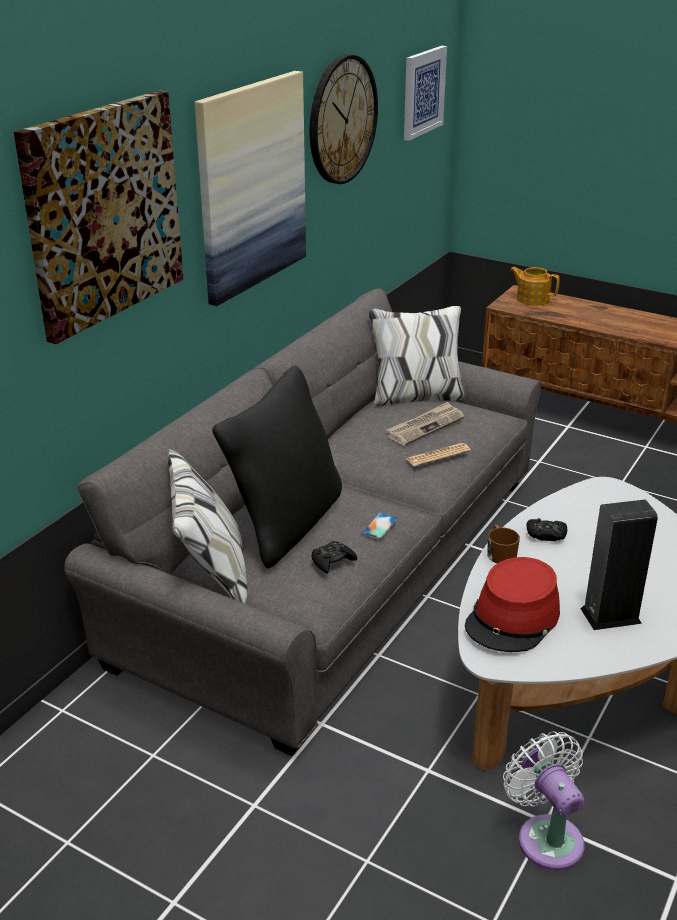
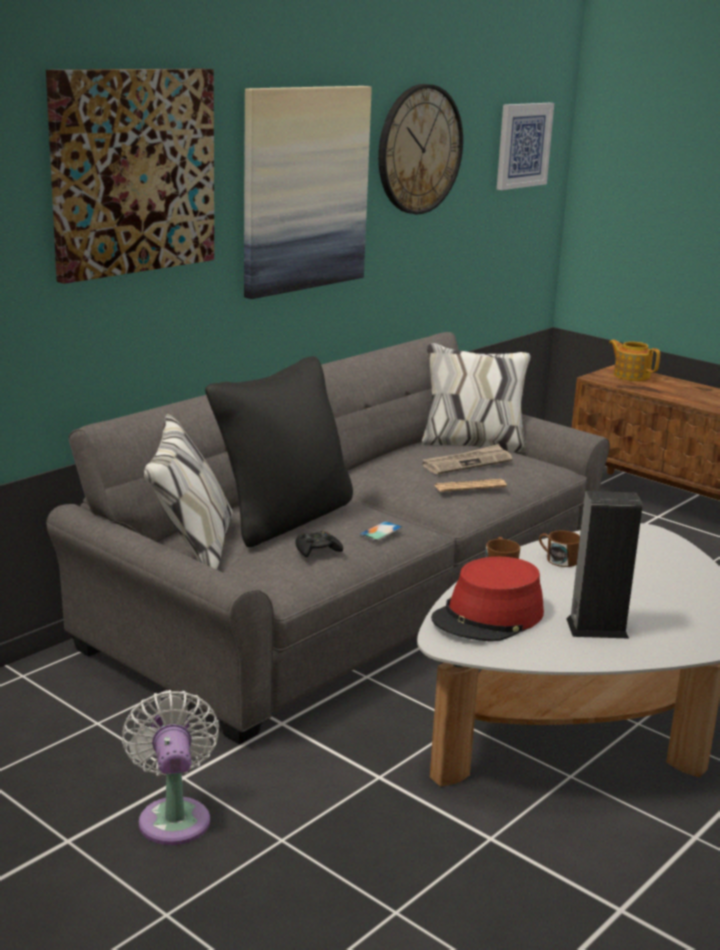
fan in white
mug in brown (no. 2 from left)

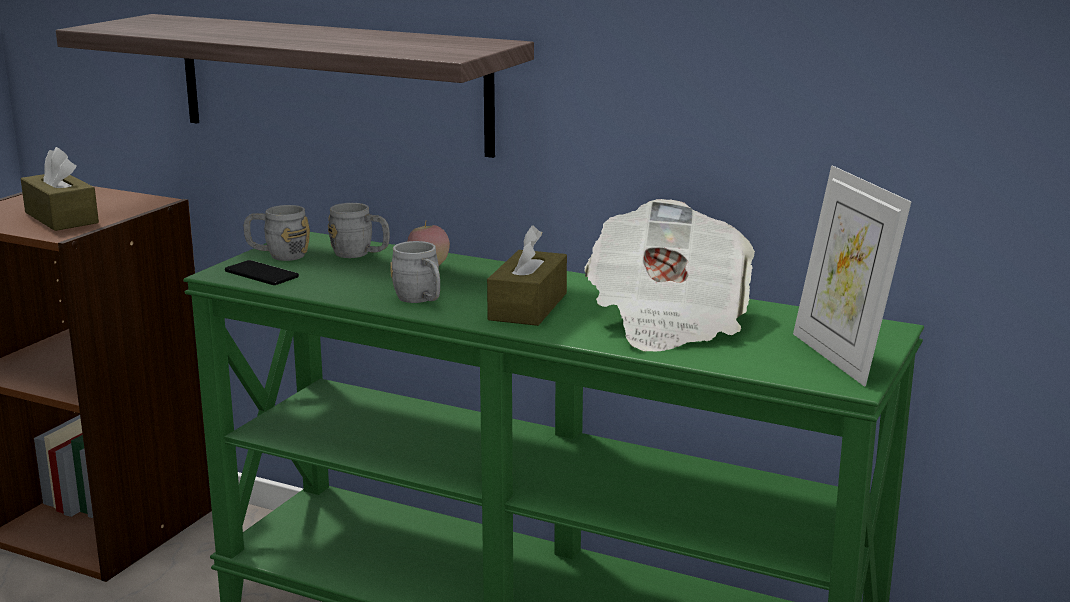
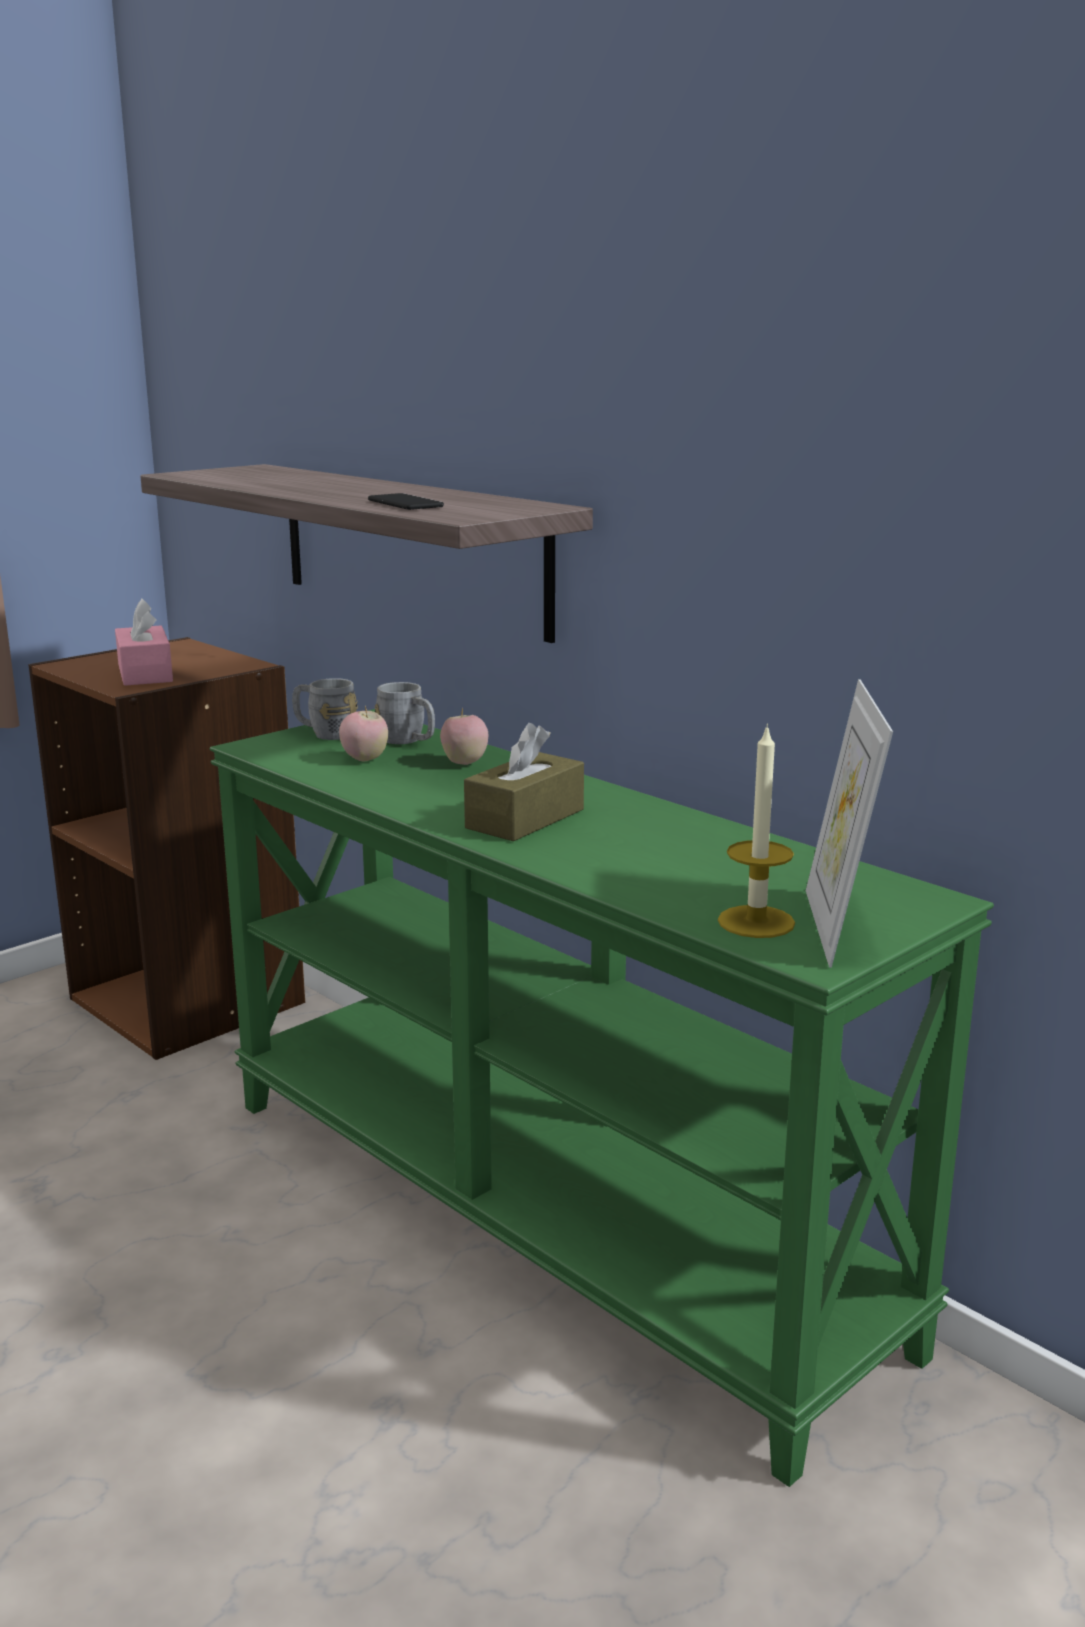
tissue box in pink
apple (no. 1 from left)
phone
candle
mug in grey (no. 3 from left in the first image)
newspaper

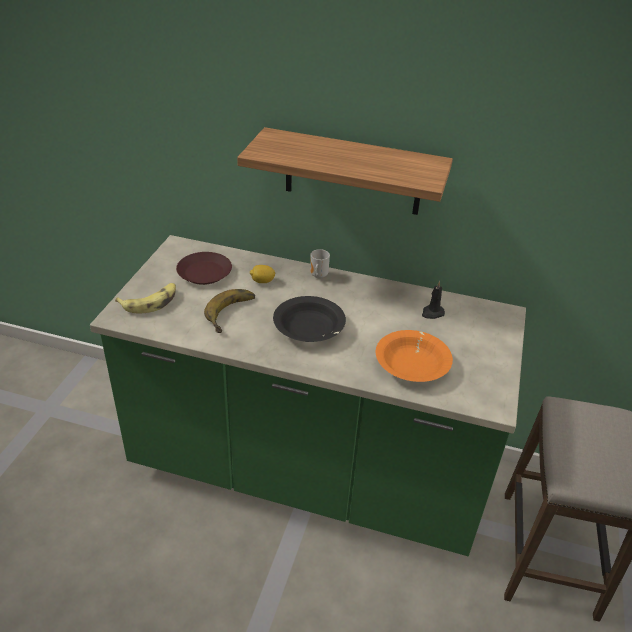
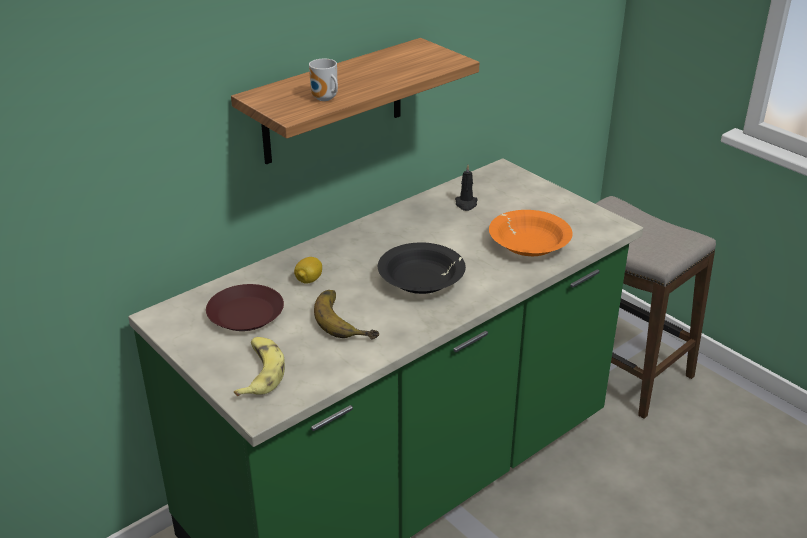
mug

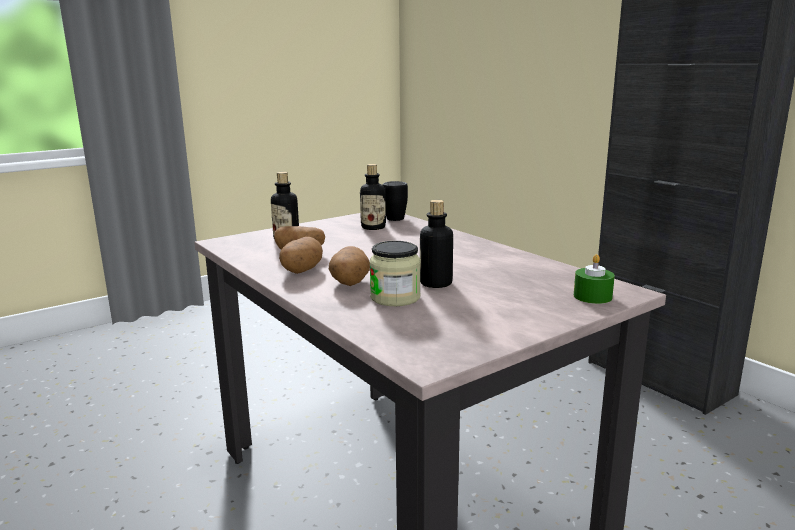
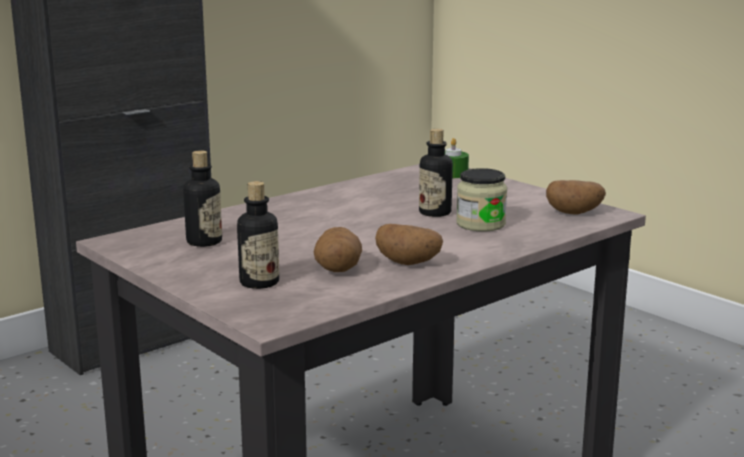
potato (no. 3 from left)
mug in black

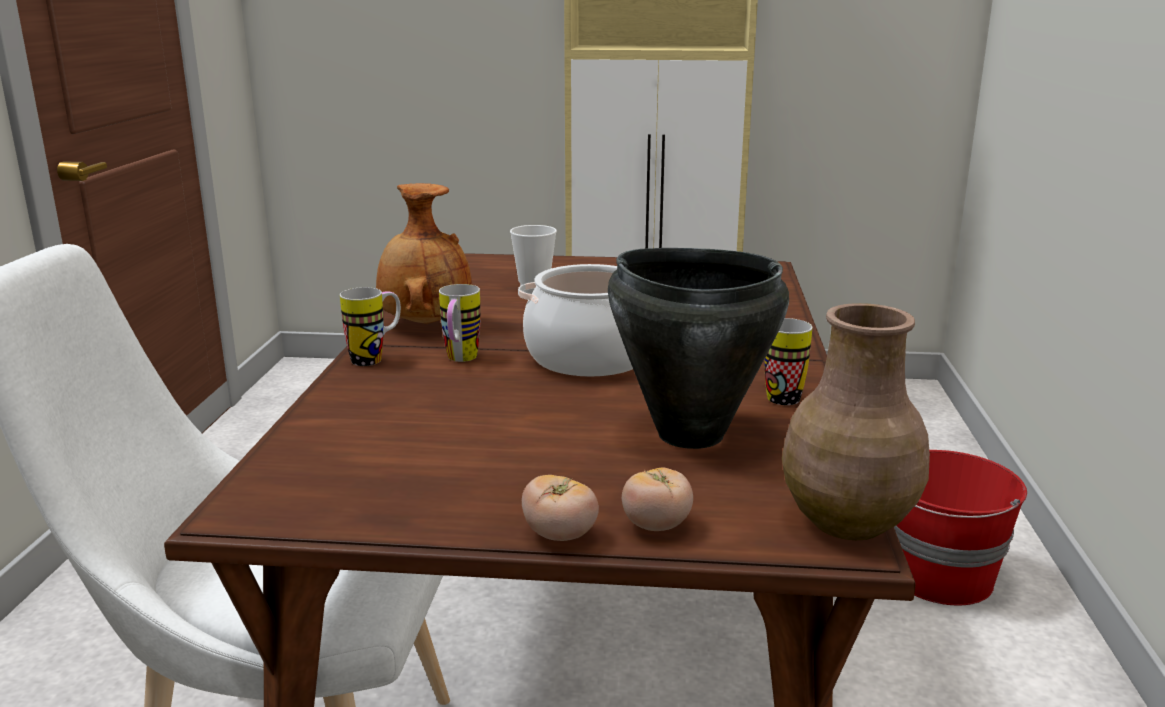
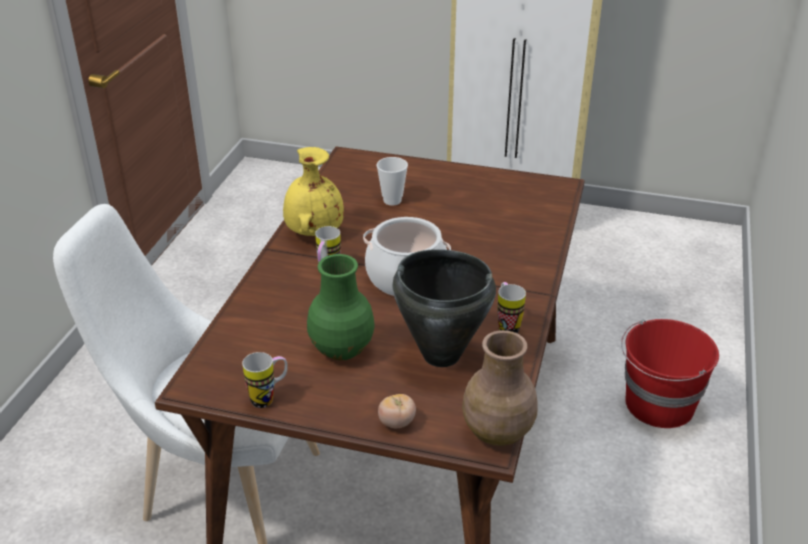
mug (no. 1 from left)
vase in yellow
vase in green
tomato (no. 1 from left in the first image)

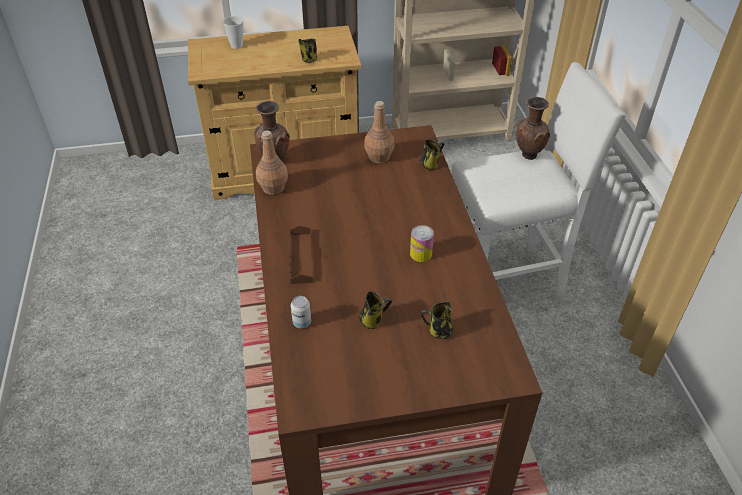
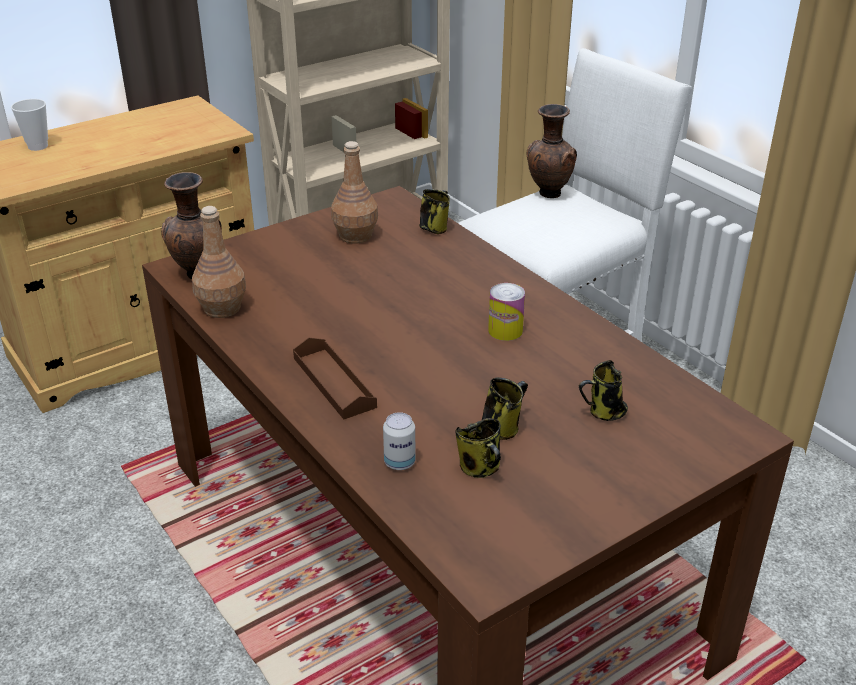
mug (no. 2 from left)

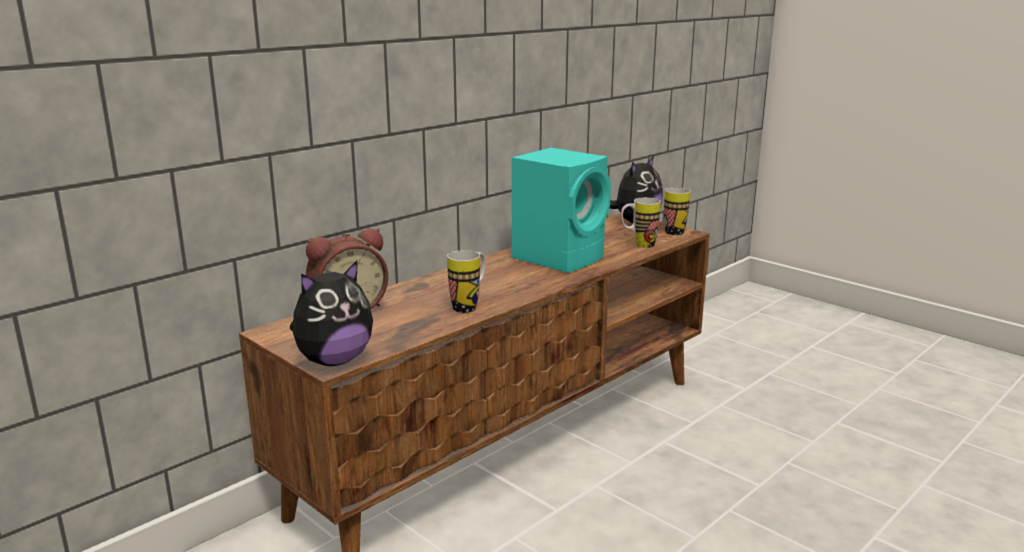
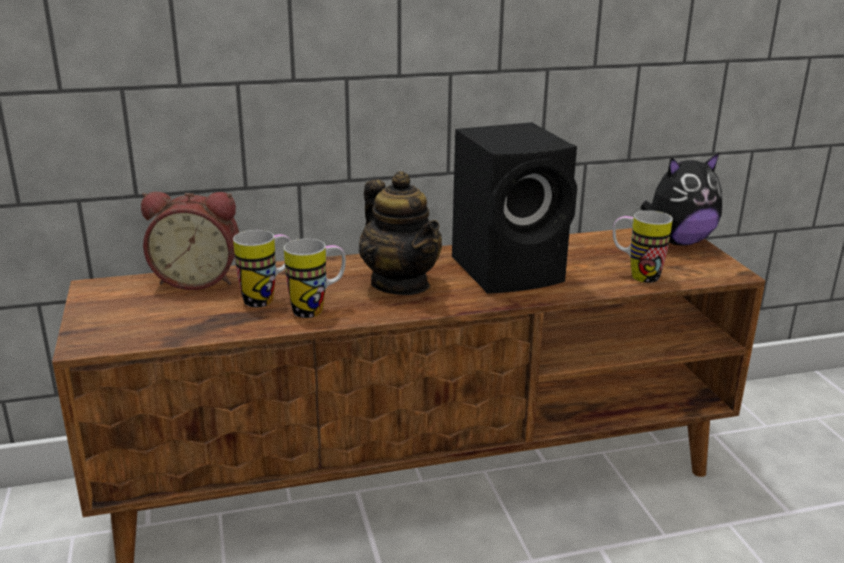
mug (no. 1 from left)
teapot
speaker in black
plush toy (no. 1 from left in the first image)

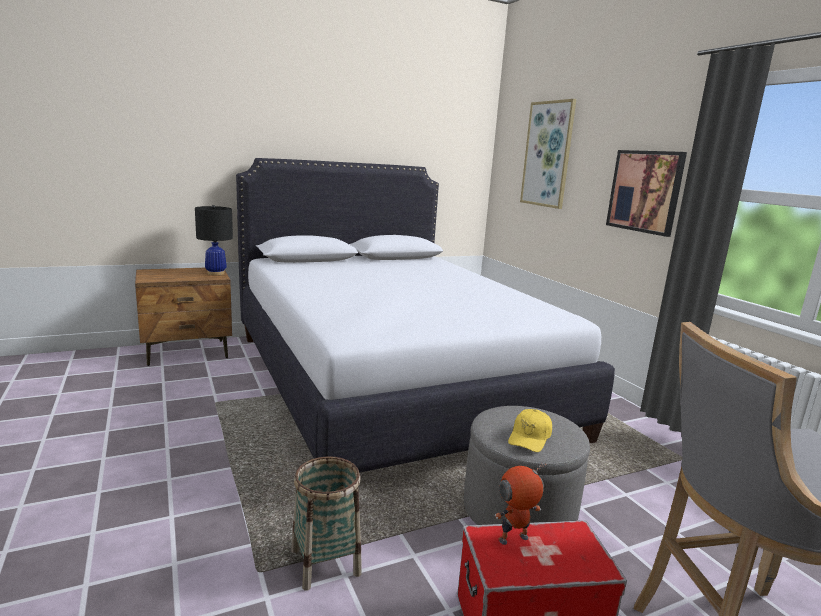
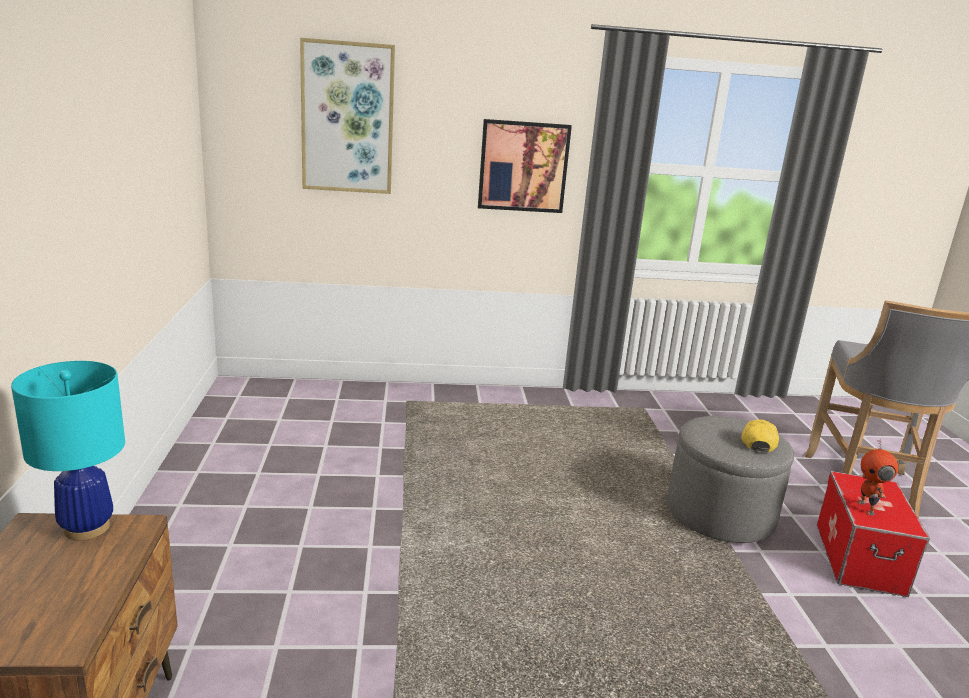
table lamp in turquoise
cap in yellow
bed in white
basket

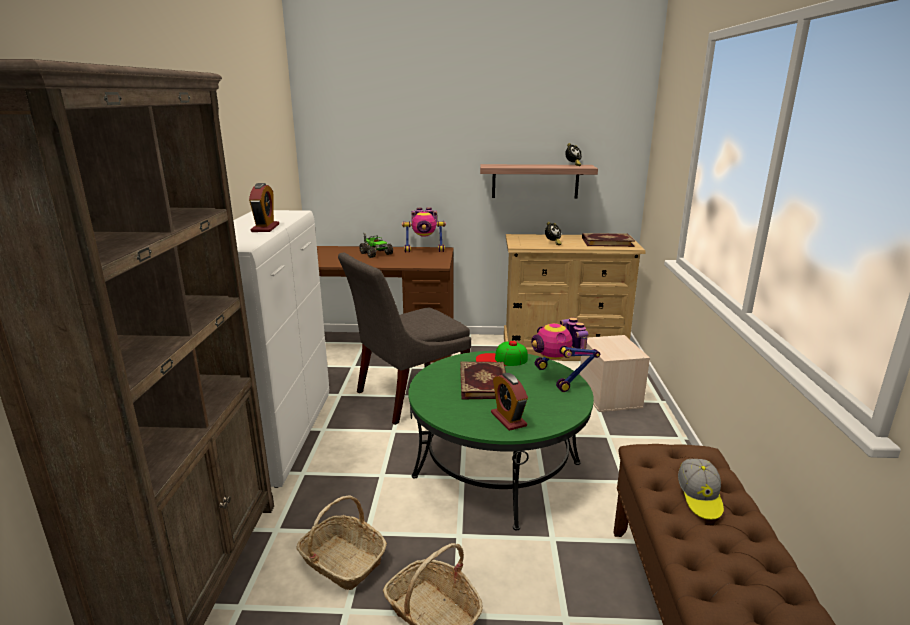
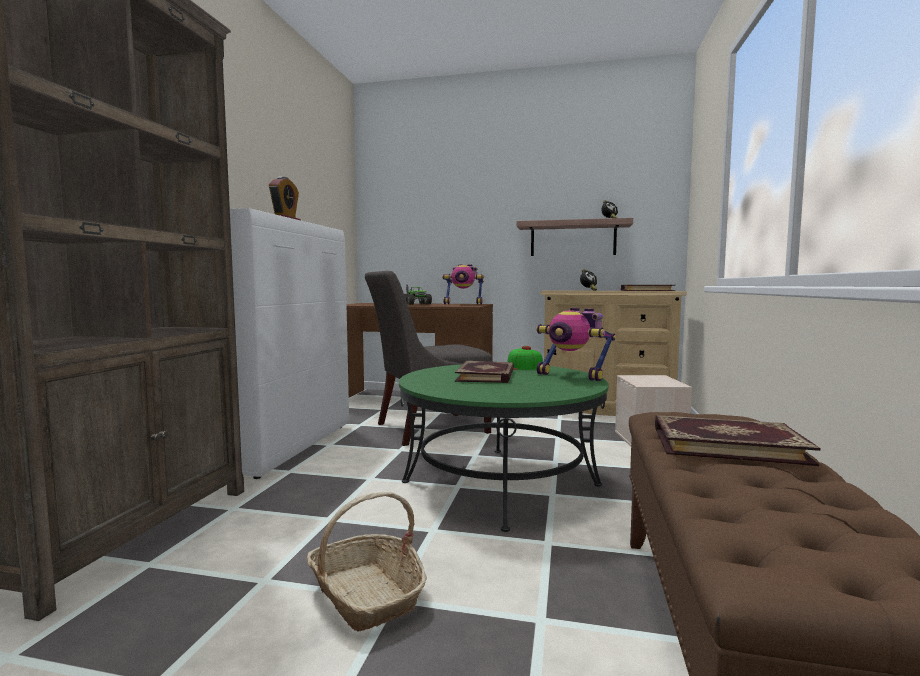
toy robot (no. 2 from left)
book (no. 3 from left)
basket (no. 1 from left in the first image)
alarm clock (no. 2 from left in the first image)

